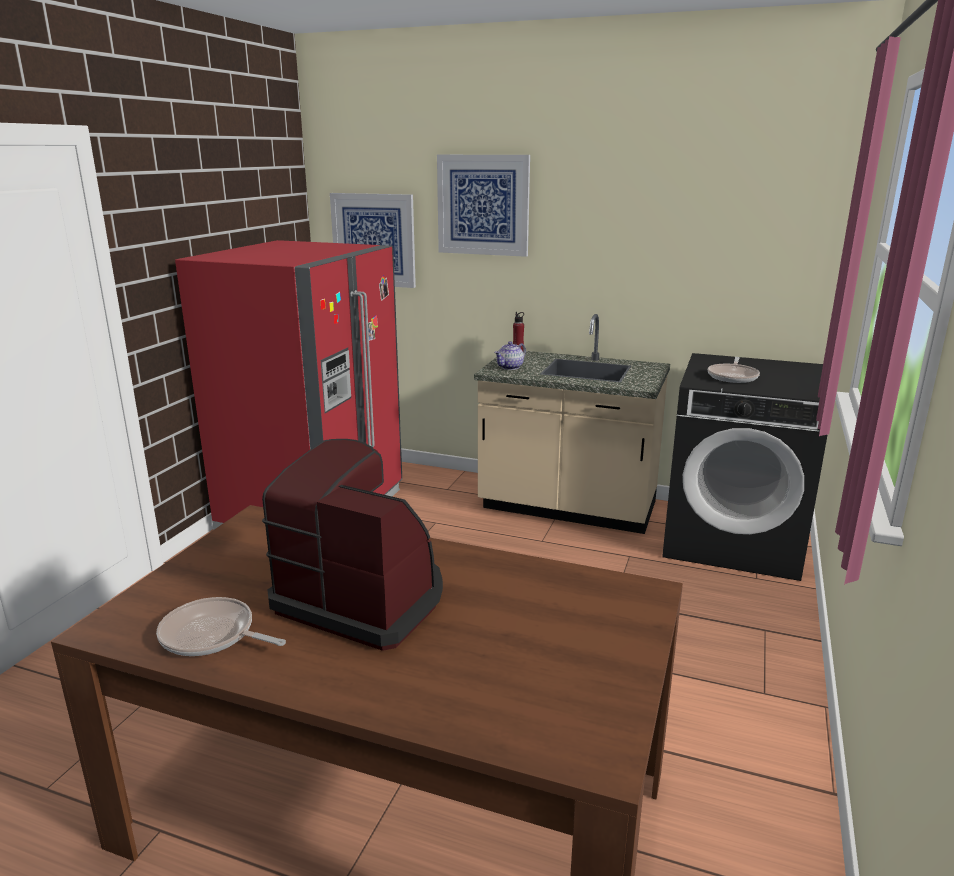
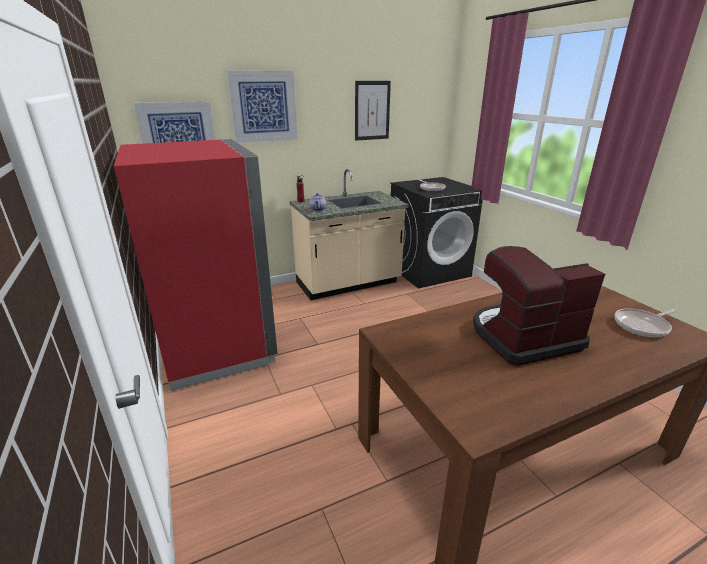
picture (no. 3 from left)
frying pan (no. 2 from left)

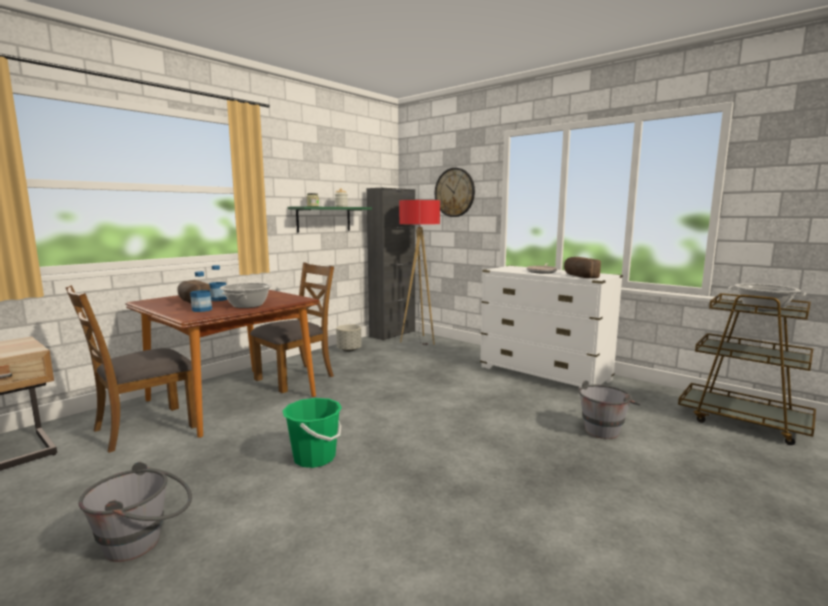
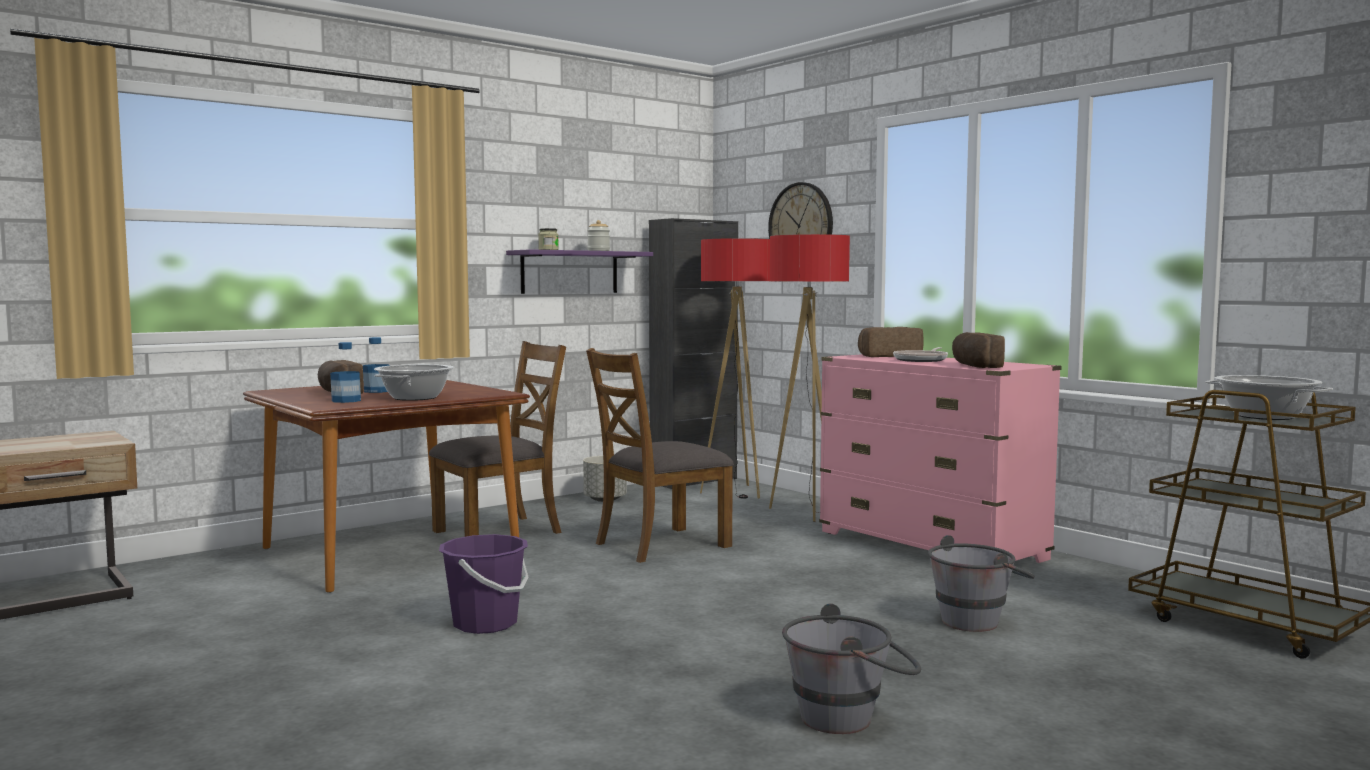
bucket in purple
shelf in purple
chair in brown (no. 2 from left)
floor lamp (no. 2 from left)
bucket in grey (no. 1 from left)
dresser in pink
bread (no. 2 from left)

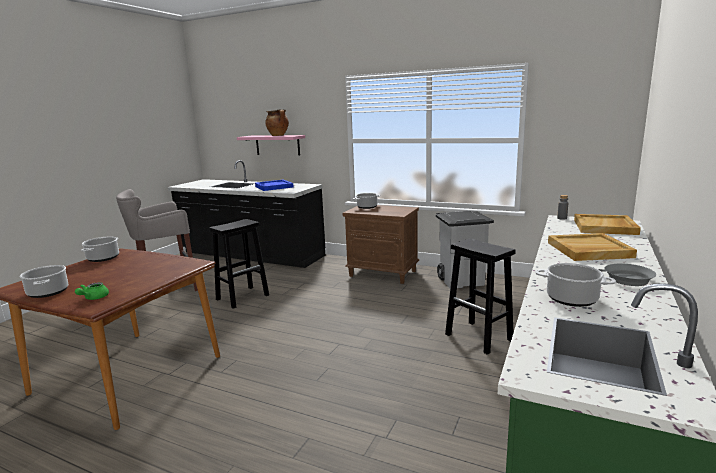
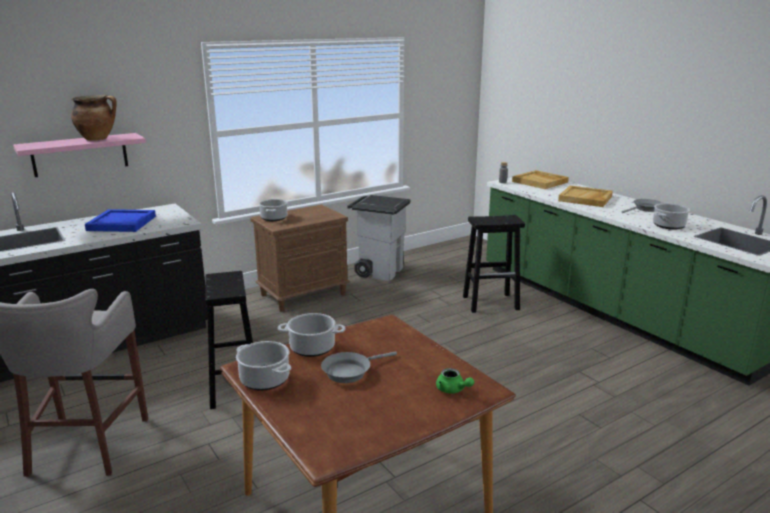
cooking pot (no. 4 from left)
frying pan in grey (no. 1 from left)

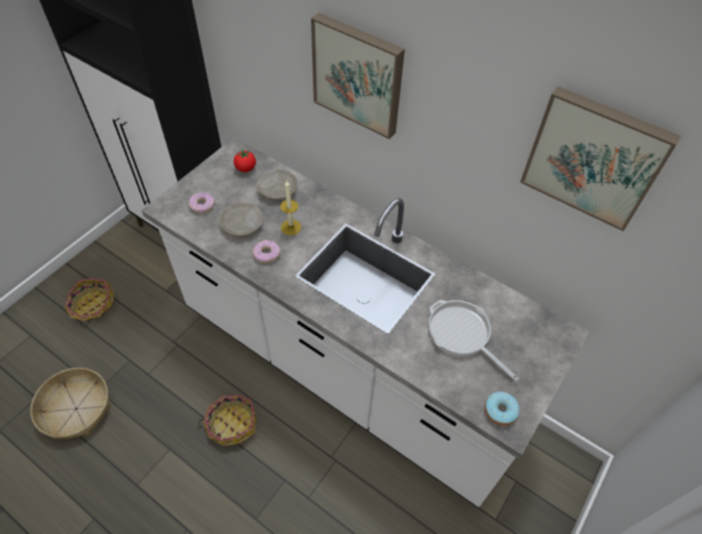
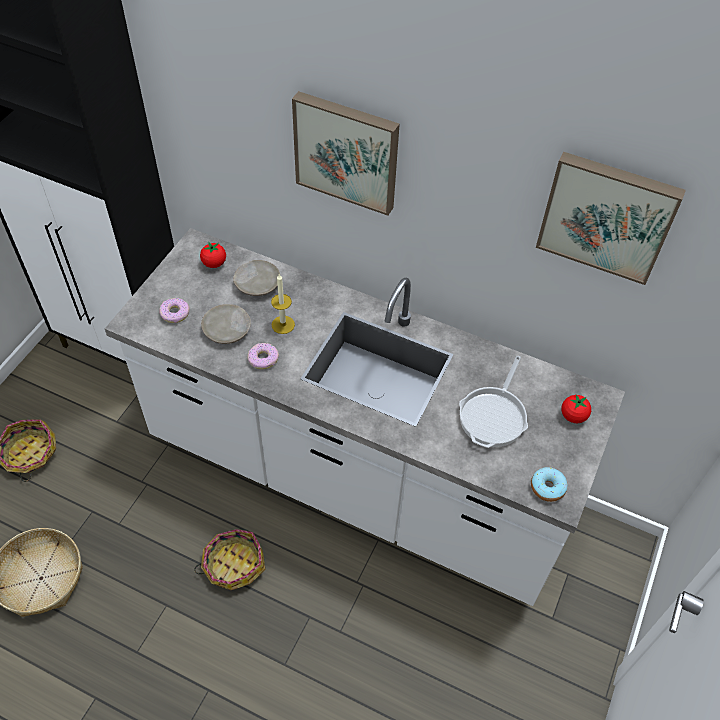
frying pan
tomato (no. 2 from left)

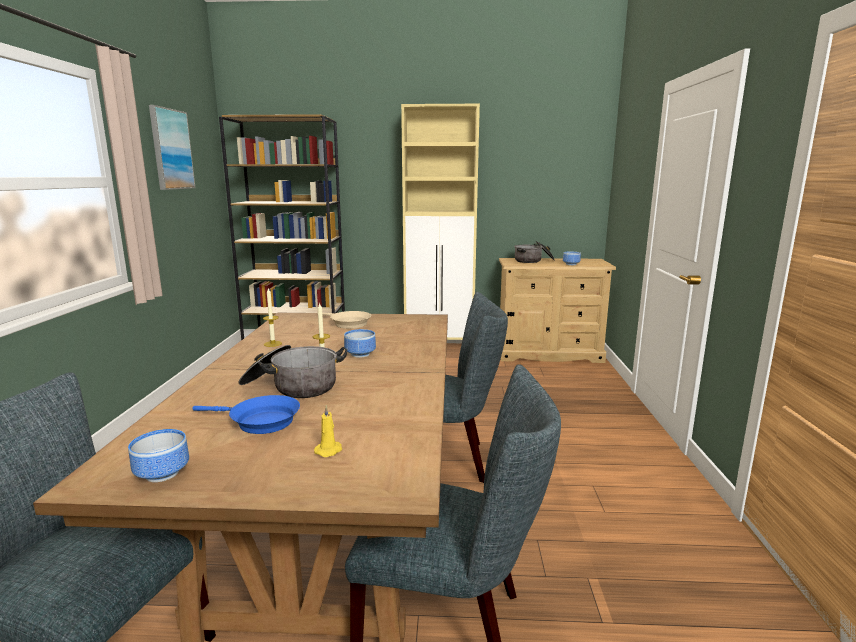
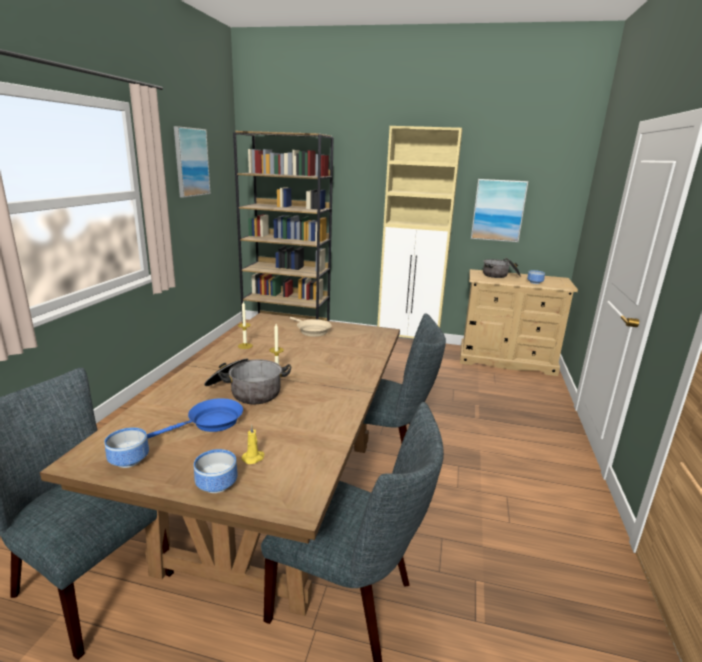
frying pan in blue
bowl (no. 2 from left)
picture (no. 2 from left)

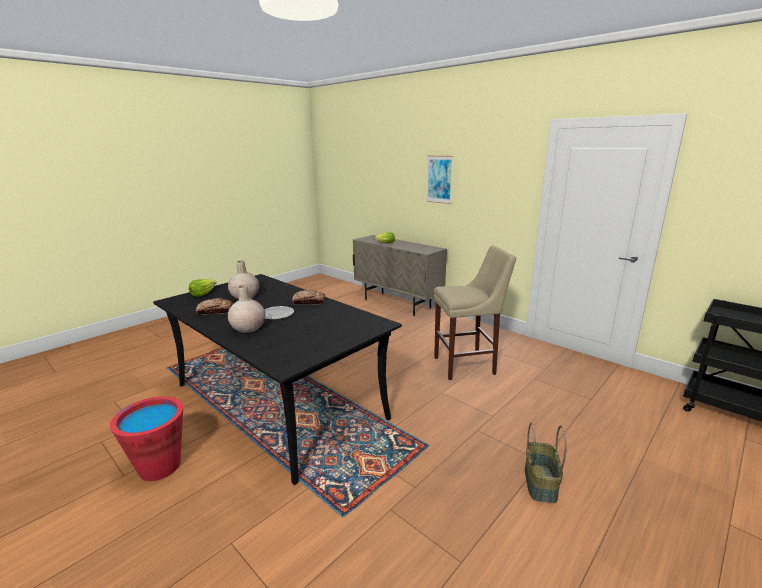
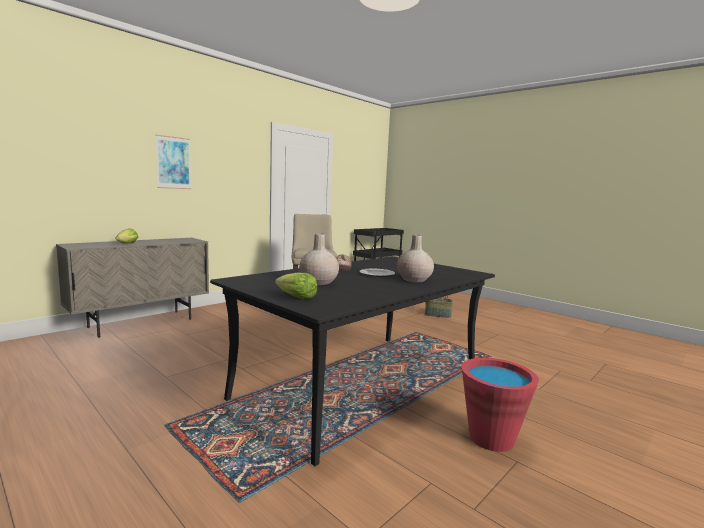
bread (no. 1 from left in the first image)

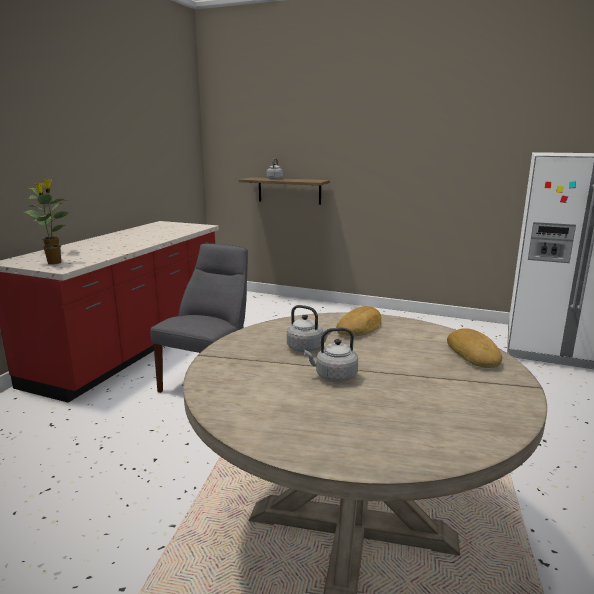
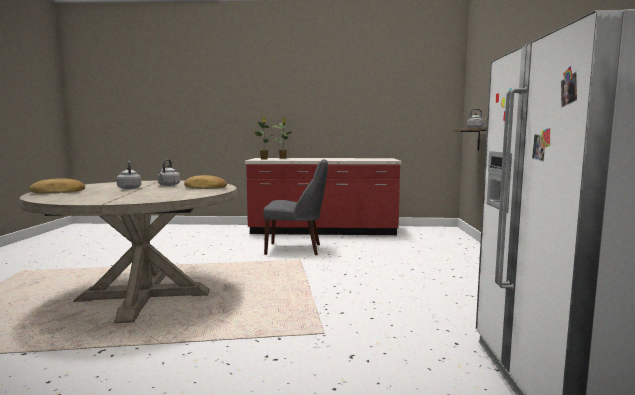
bread (no. 1 from left)

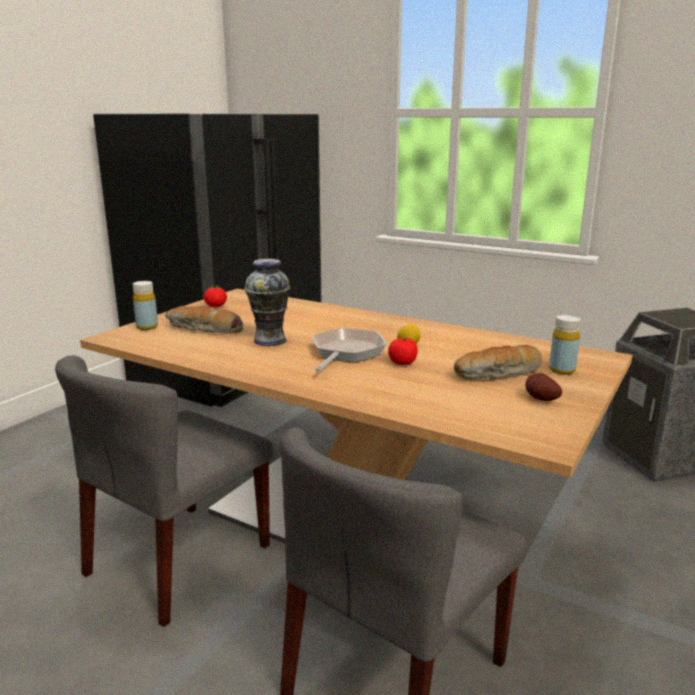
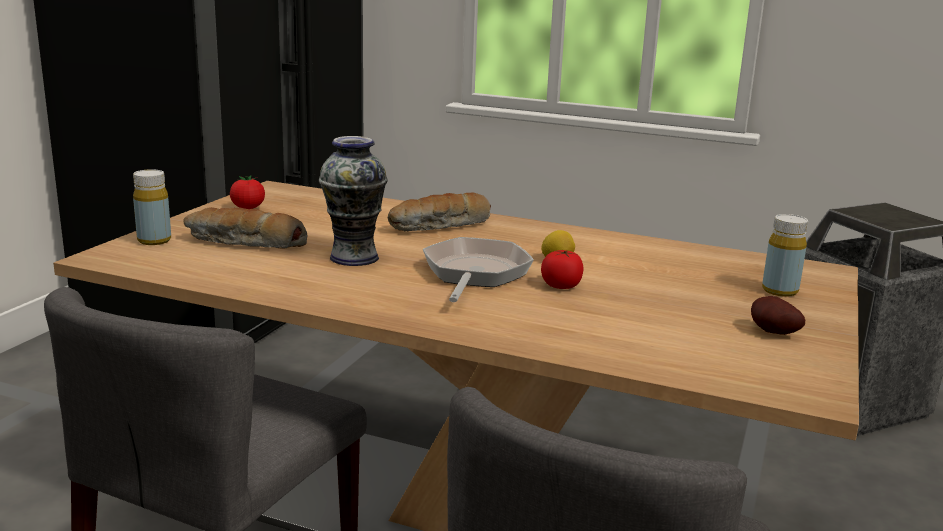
bread (no. 2 from left)

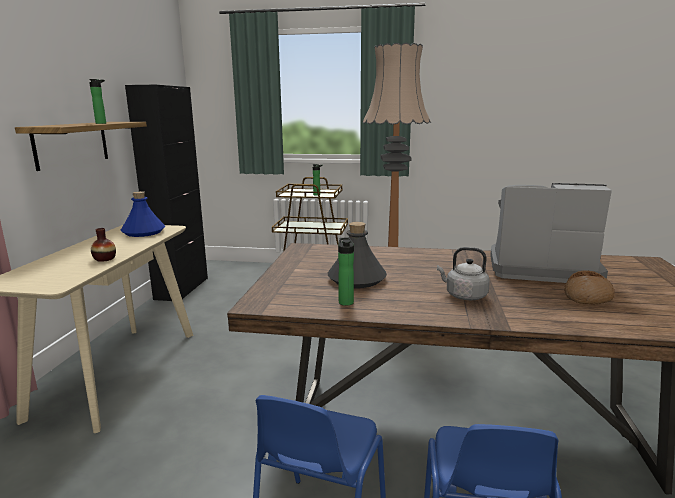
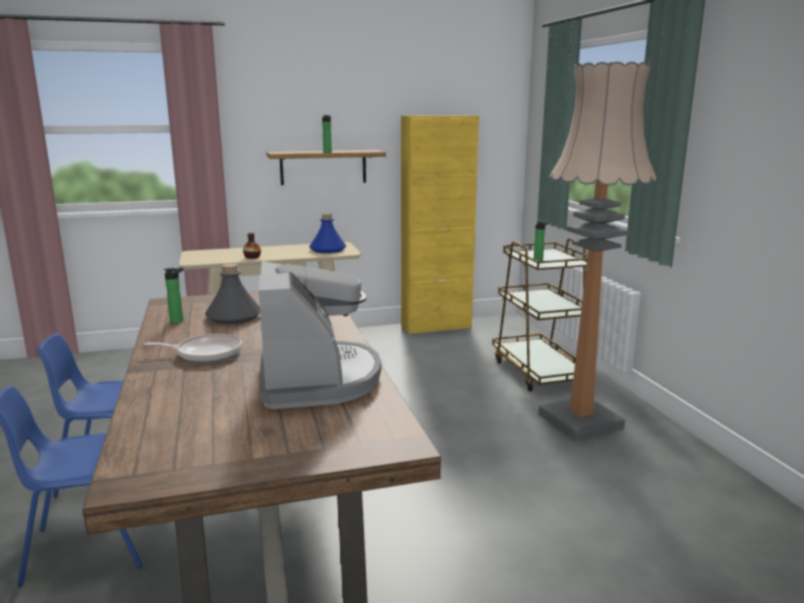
frying pan
cabinet in yellow
bread

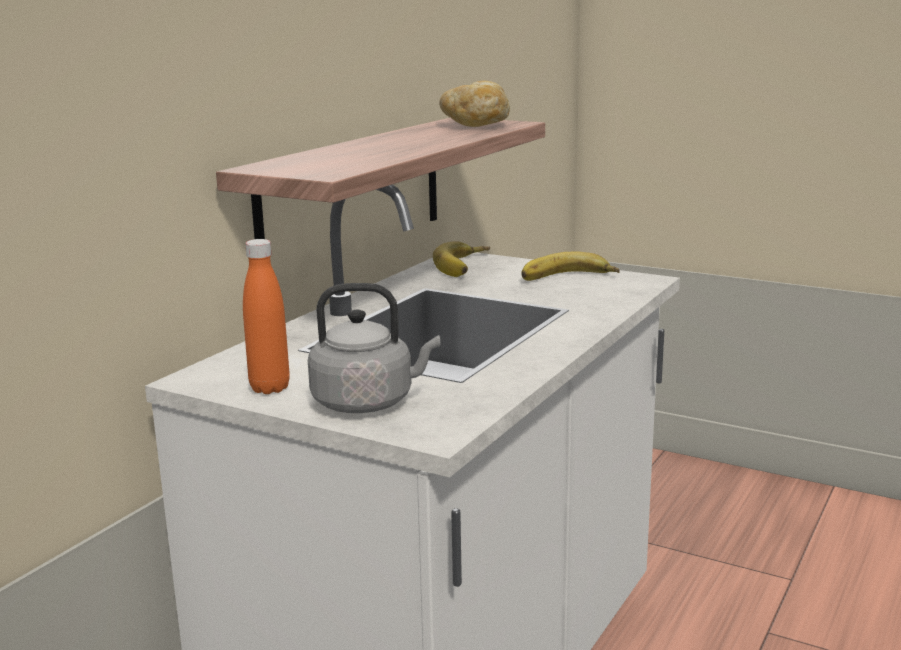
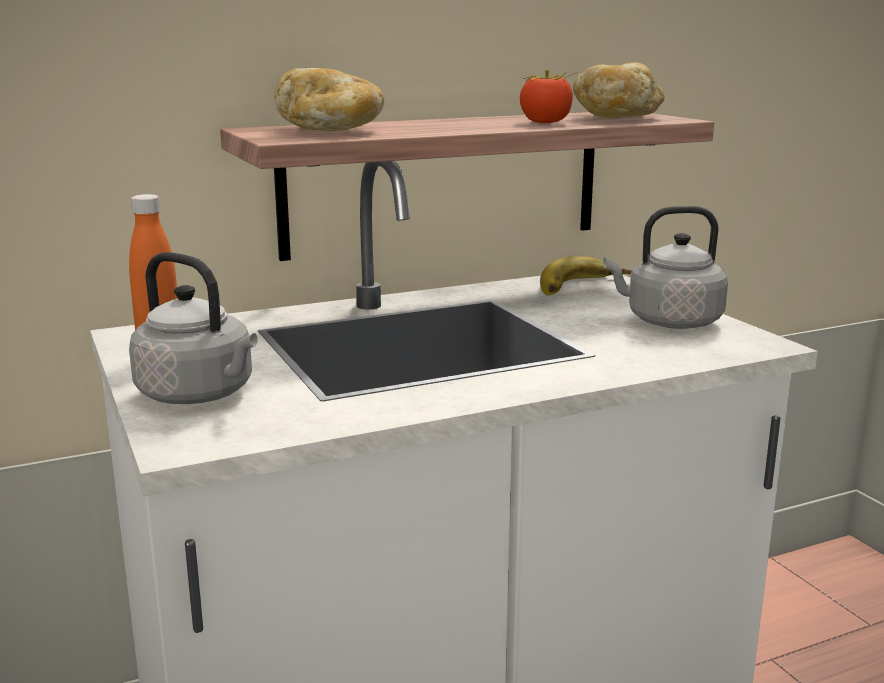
bread (no. 1 from left)
tomato
kettle in grey (no. 2 from left)

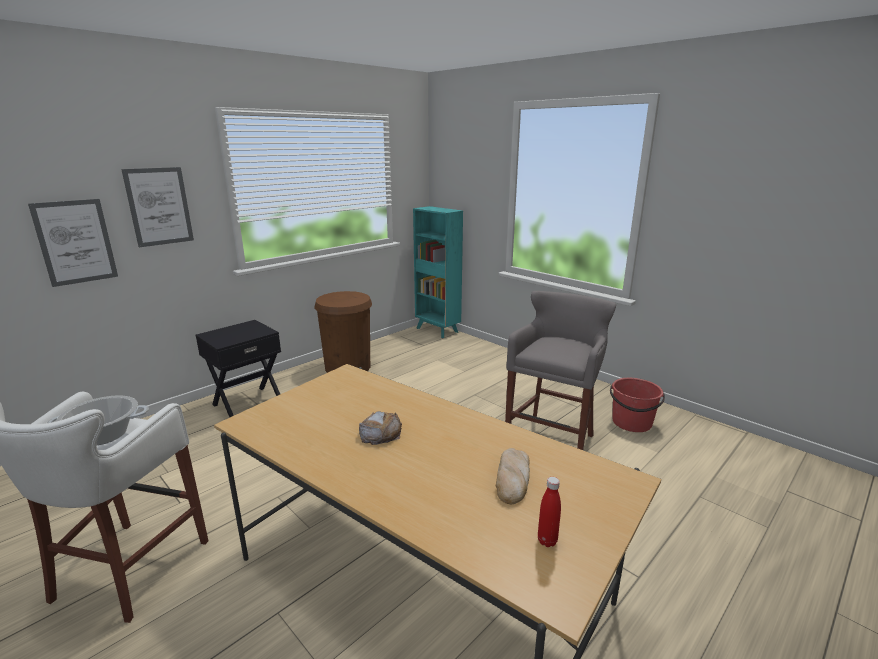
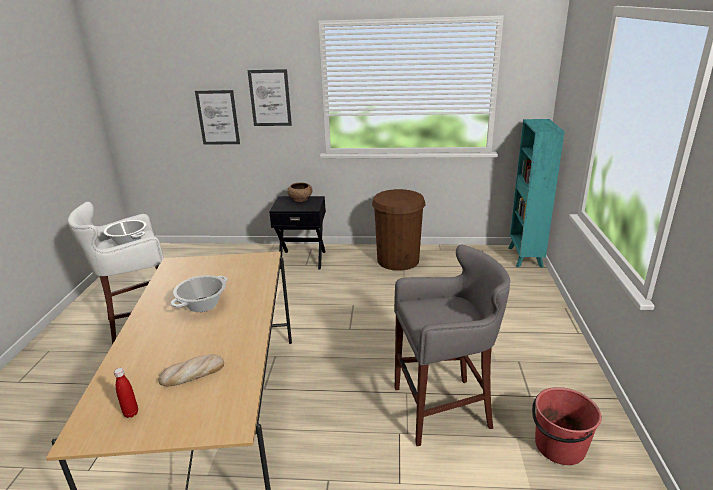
cooking pot (no. 2 from left)
bowl in brown

